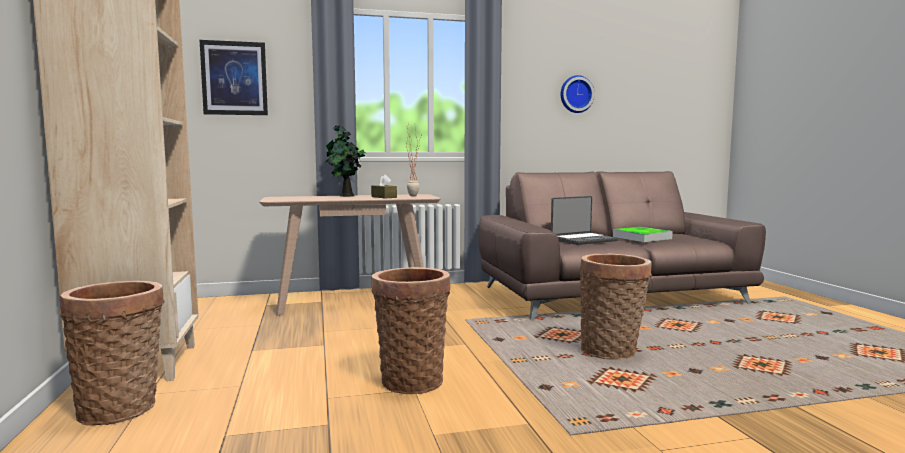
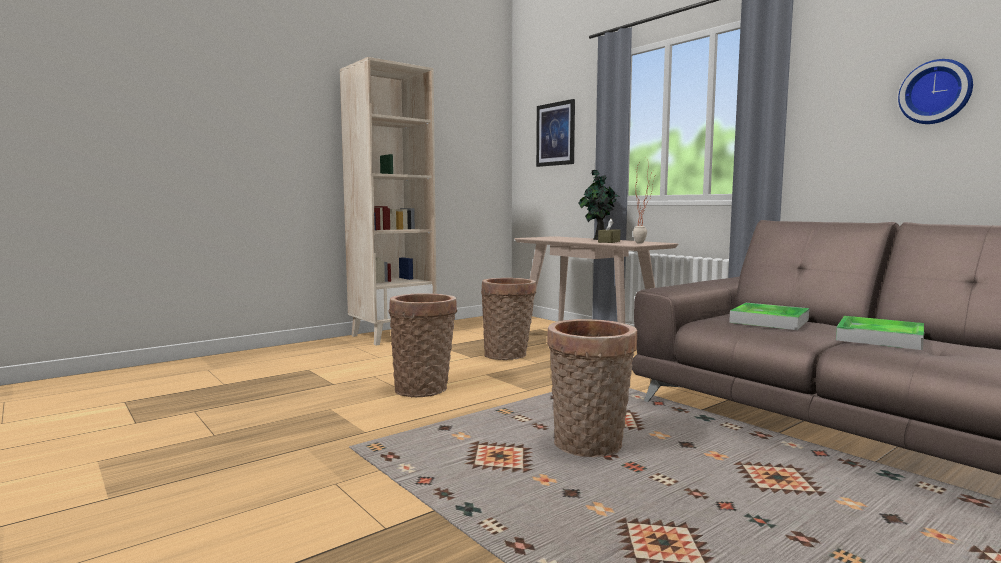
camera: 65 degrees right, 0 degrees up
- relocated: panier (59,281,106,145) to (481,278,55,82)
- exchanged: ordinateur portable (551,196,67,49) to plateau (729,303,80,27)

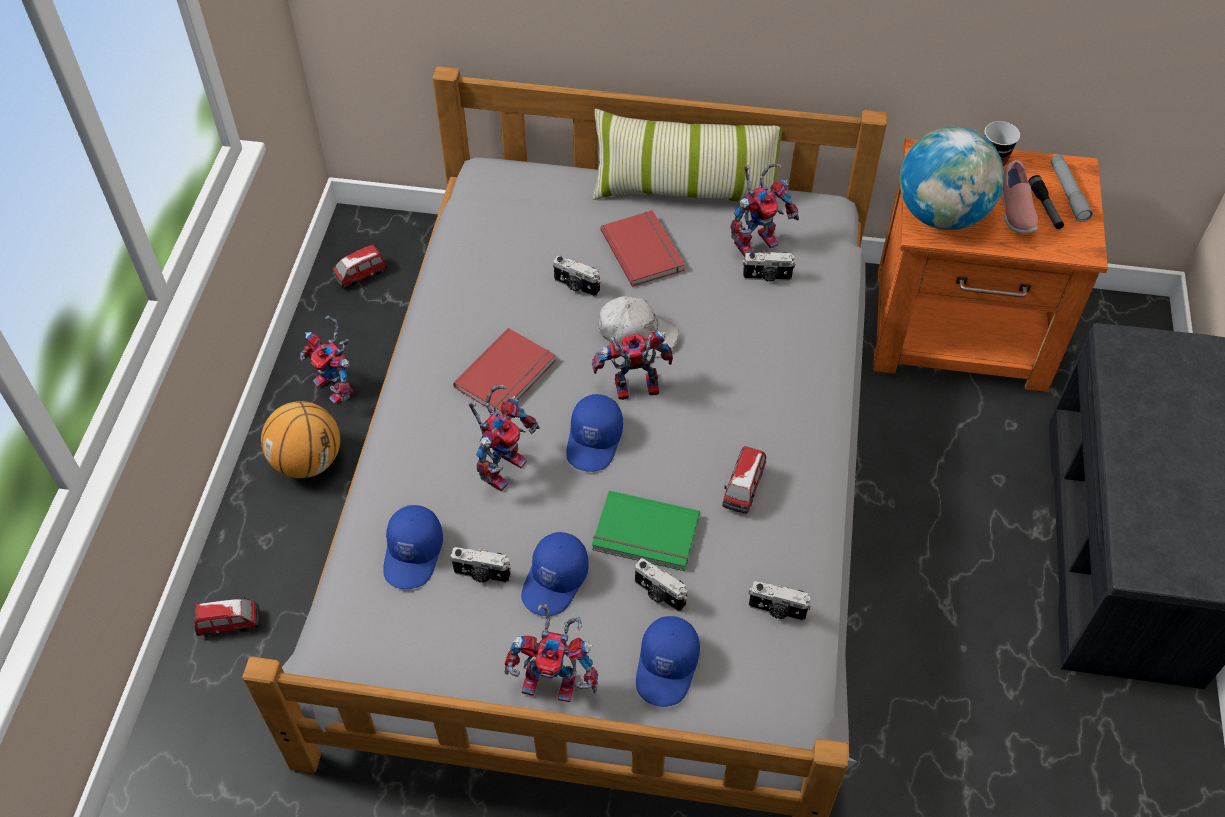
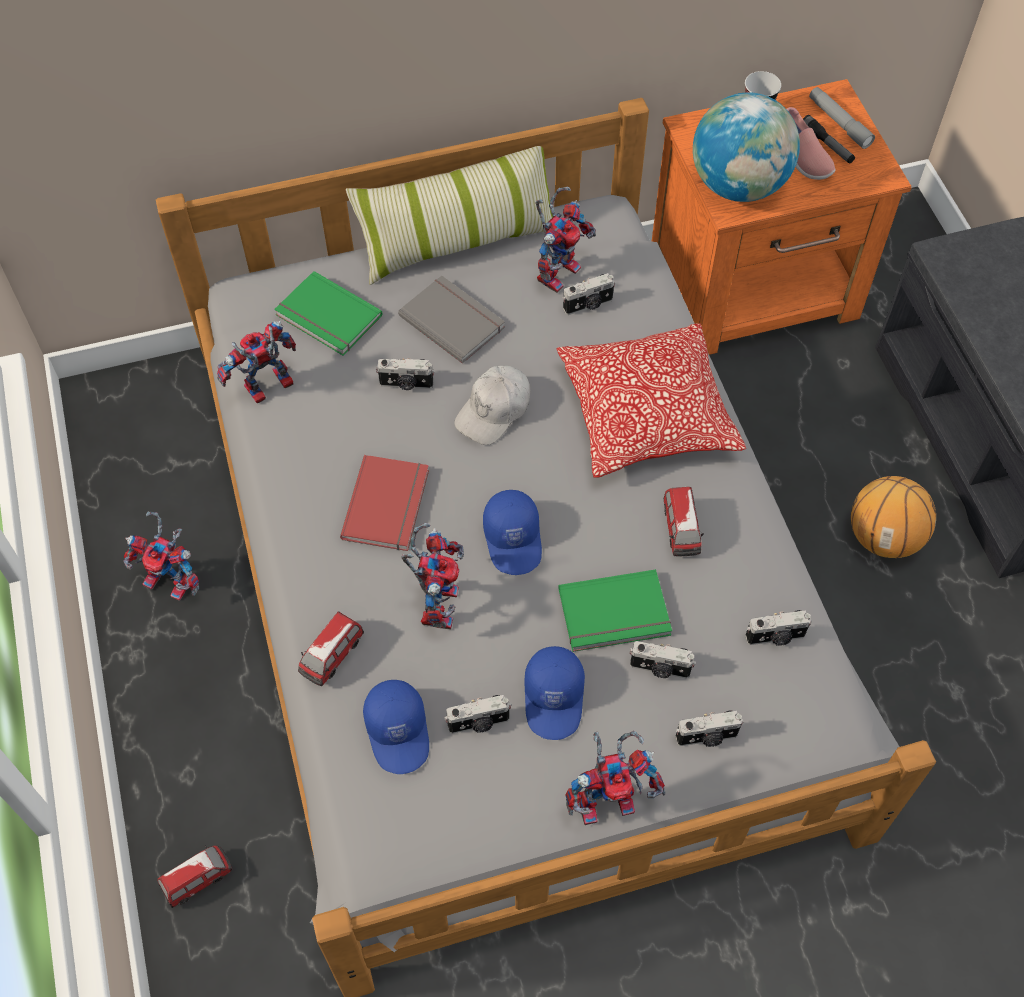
camera: 25 degrees left, 5 degrees up
- relocated: robot jouet (592,331,81,69) to (217,320,79,83)
- appeared: livre (vert) (274,271,108,85)
- relocated: petite voiture (333,245,54,43) to (298,611,66,75)
- colour: livre (rouge) (600,210,85,77) to livre (gris) (398,276,107,88)
- spun: casquette (blanc) (599,296,80,61) = (454,366,76,79) 135 degrees clockwise
- appeared: coussin (556,323,190,155)
- exchanged: casquette (bleu) (636,616,64,91) to appareil photo (676,710,67,37)
- relocated: ballon de basket (261,401,79,77) to (851,476,85,82)

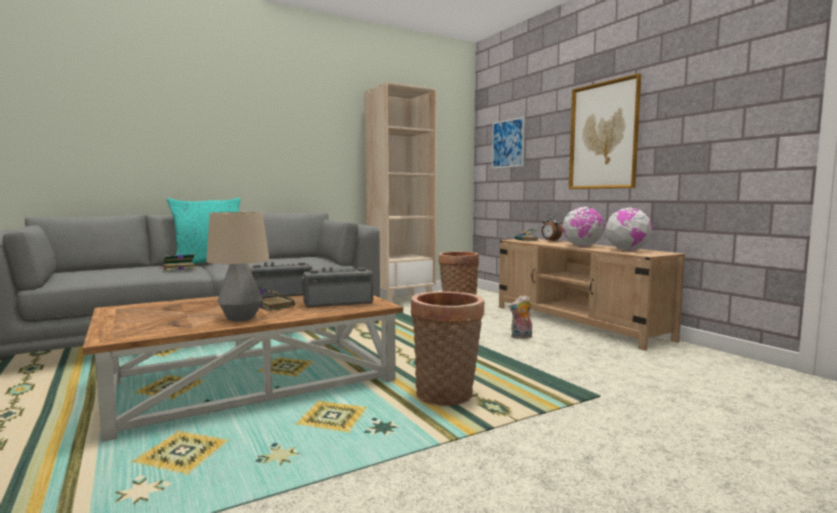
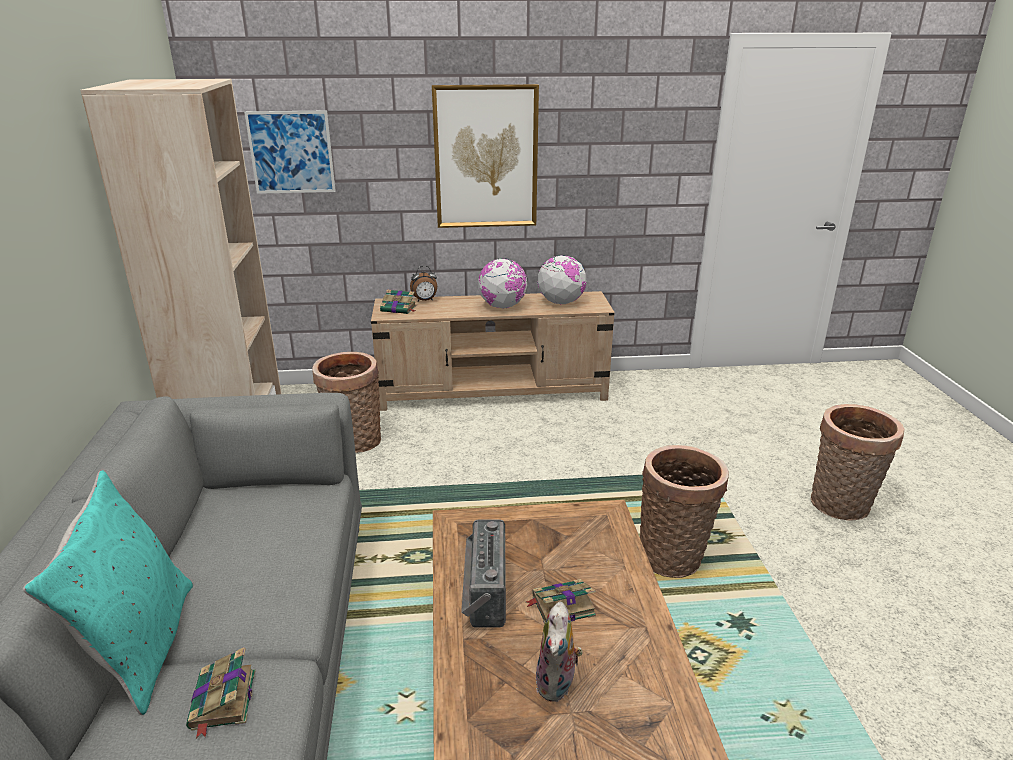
camera: 65 degrees left, 20 degrees up
- relocated: peluche (509,296,23,43) to (536,602,47,100)
- appeared: panier (811,404,93,117)
- missing: lampe de table (206,212,63,110)
- missing: radio (302,267,71,41)

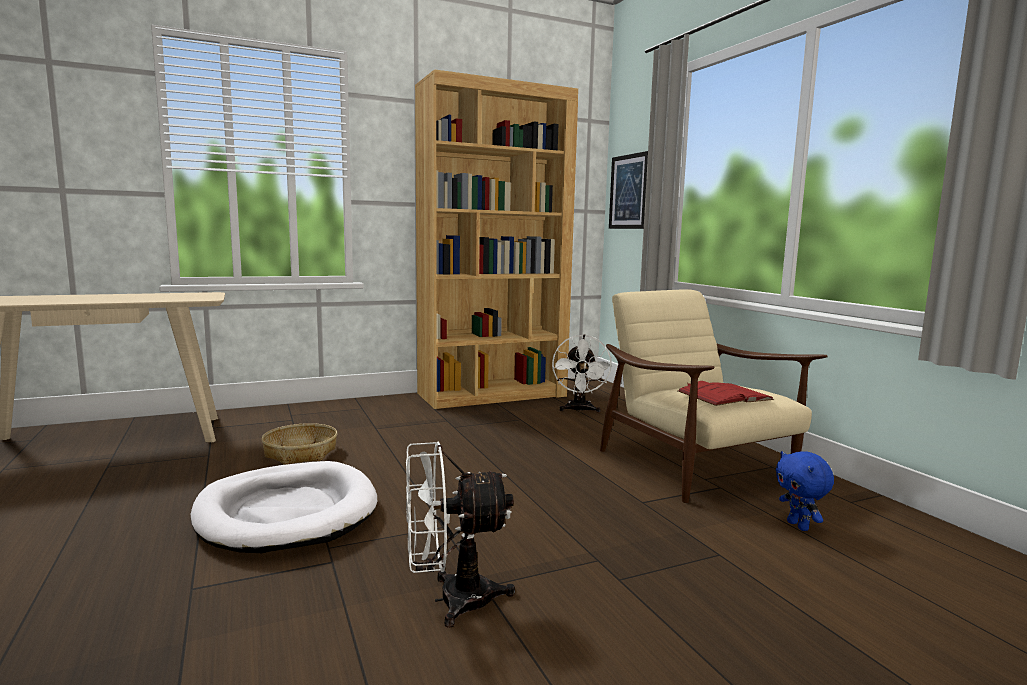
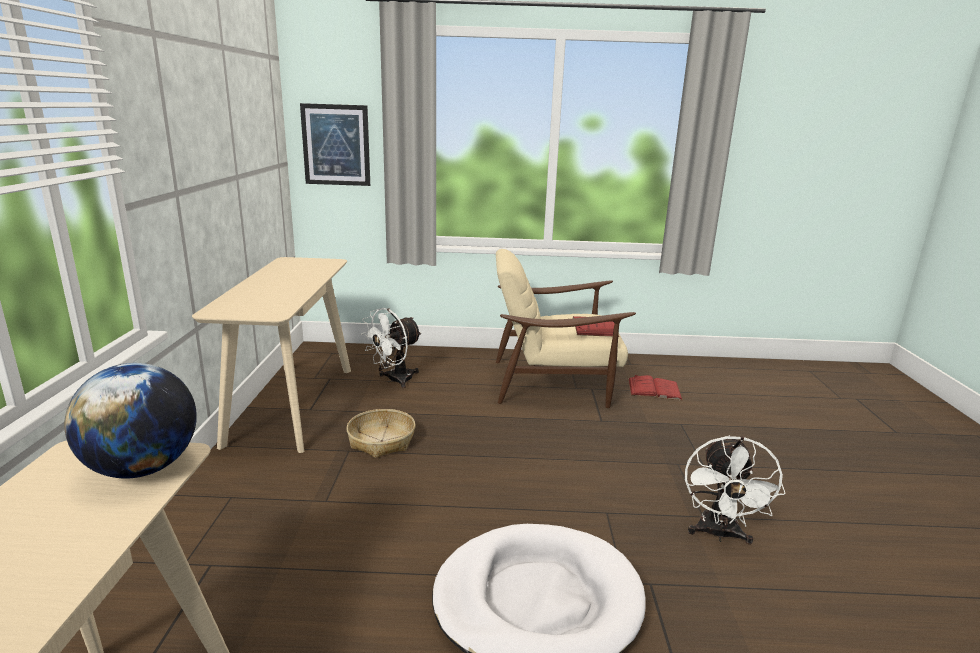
camera: 65 degrees left, 10 degrees up
- appeared: globe (64,363,133,116)
- exchanged: bibliothèque (marron) (415,69,163,340) to table console (beige) (192,257,159,196)
- relocated: panier (262,423,76,42) to (347,409,69,49)
- spun: ventilateur (blanc) (552,334,60,79) = (361,308,61,80) 105 degrees clockwise
- exchanged: peluche (bleu) (776,451,58,80) to livre (rouge) (628,375,55,25)

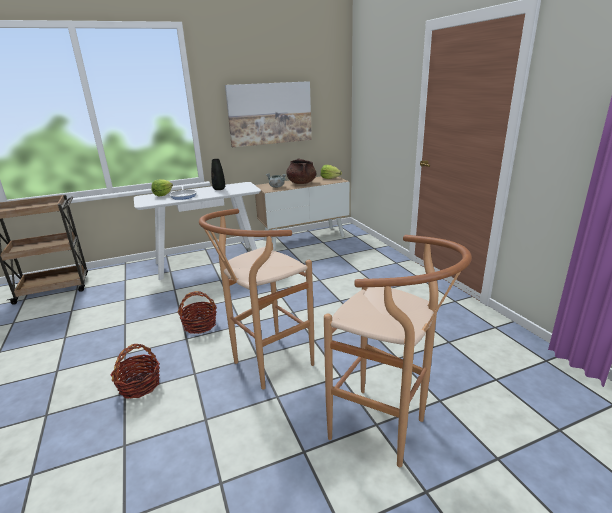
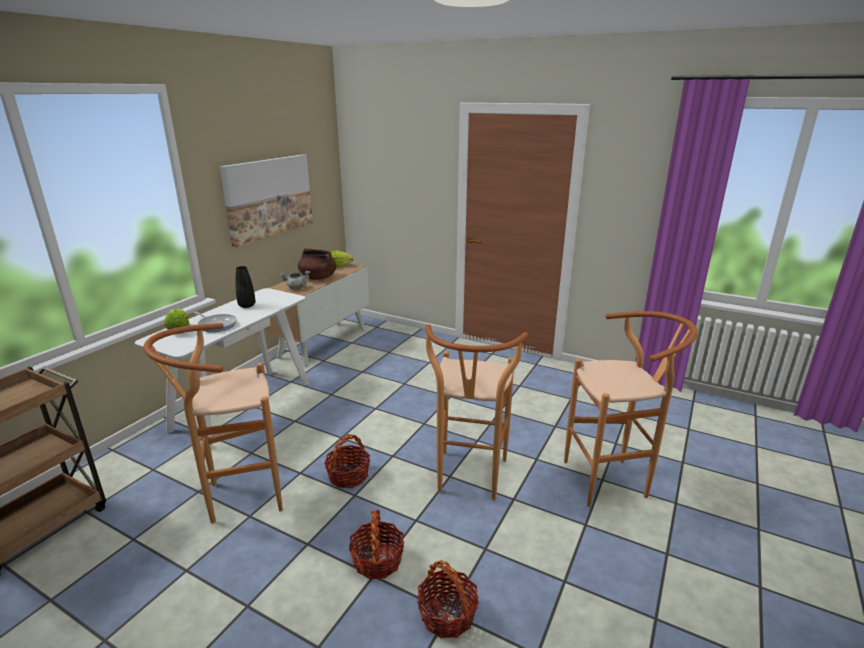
camera: 40 degrees left, 0 degrees up
- appeared: tabouret (marron) (143,323,140,200)
- appeared: panier (417,560,62,78)

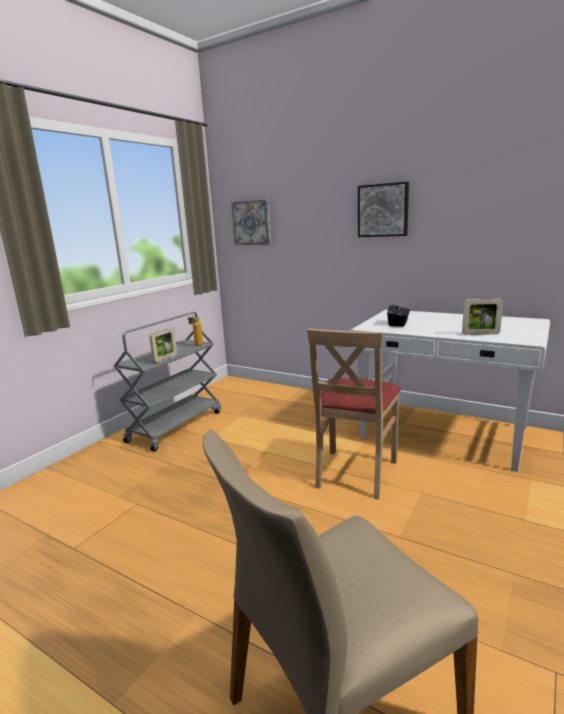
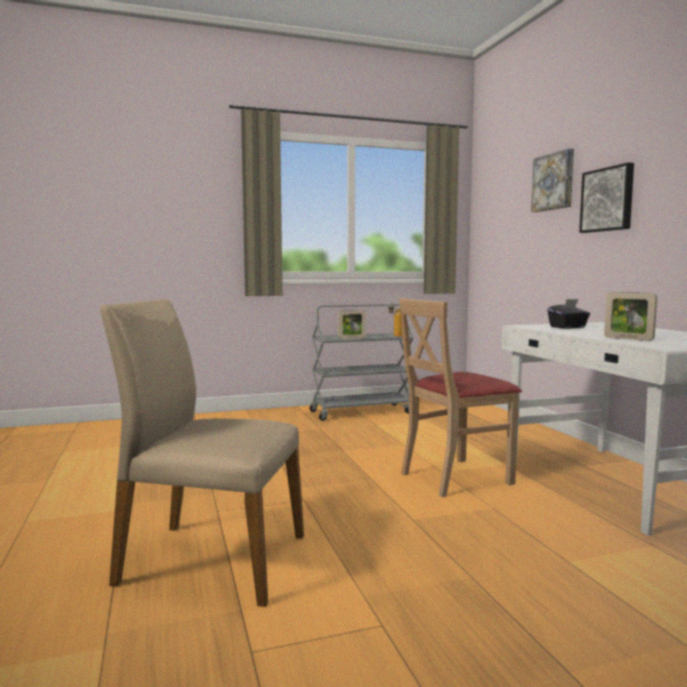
camera: 40 degrees right, 10 degrees down
- relocated: tableau (231,199,40,46) to (531,148,43,64)

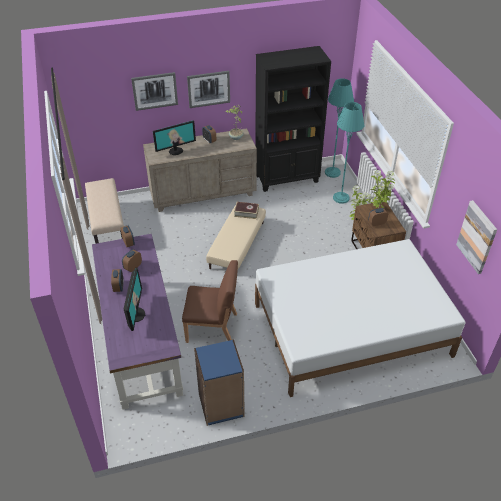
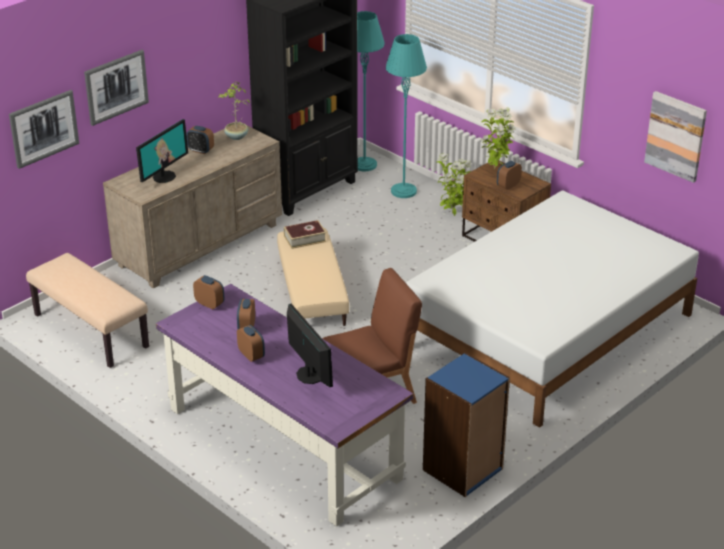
camera: 30 degrees left, 10 degrees down
- relocated: tableau (187,71,43,37) to (9,90,70,79)

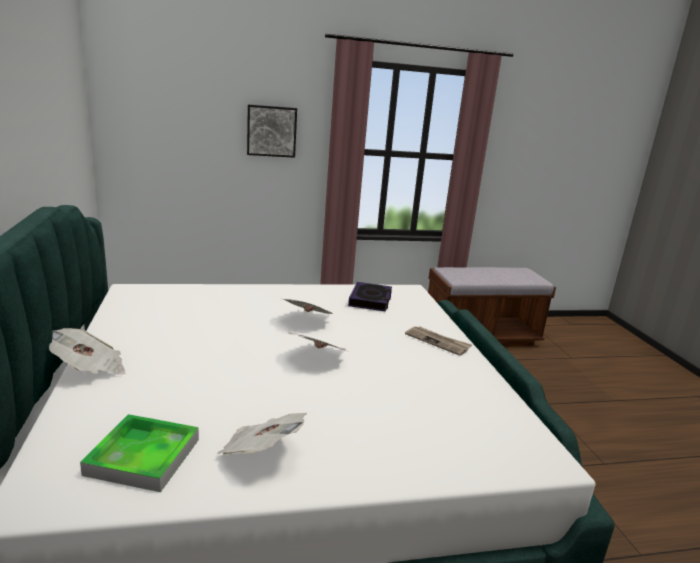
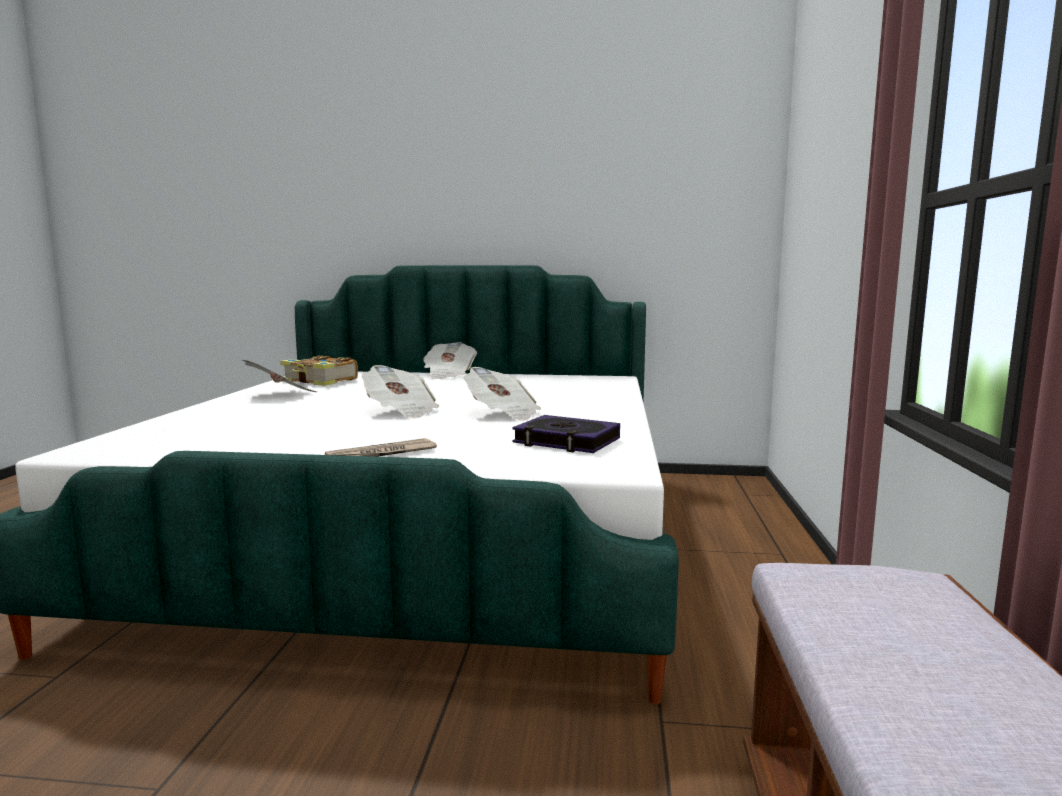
camera: 110 degrees right, 10 degrees down
- exchanged: plateau (80,414,119,78) to livre (280,355,78,31)
- missing: tableau (247,105,50,53)

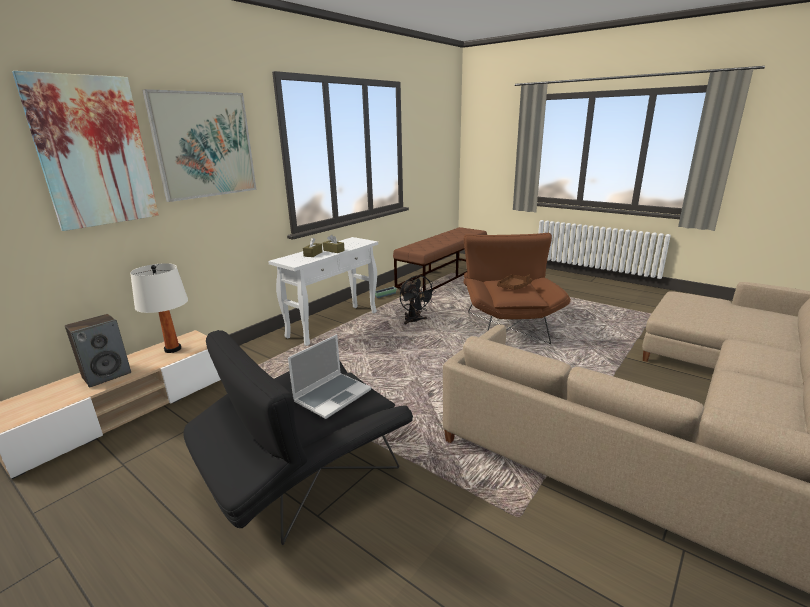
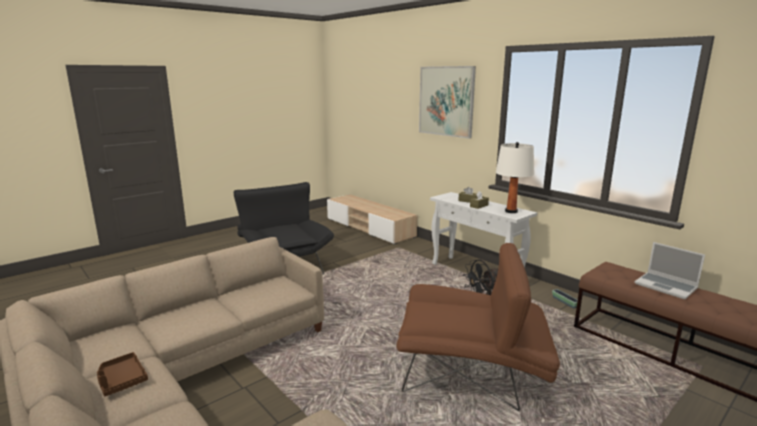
camera: 100 degrees right, 5 degrees down
- relocated: plateau (marron) (497,274,35,16) to (97,352,51,44)
- relocated: lampe de table (blanc) (130,263,58,90) to (496,142,38,71)
- relocated: ordinateur portable (288,334,84,85) to (634,242,71,57)
- missing: tableau (12,71,147,160)
- missing: enceinte (65,314,66,74)

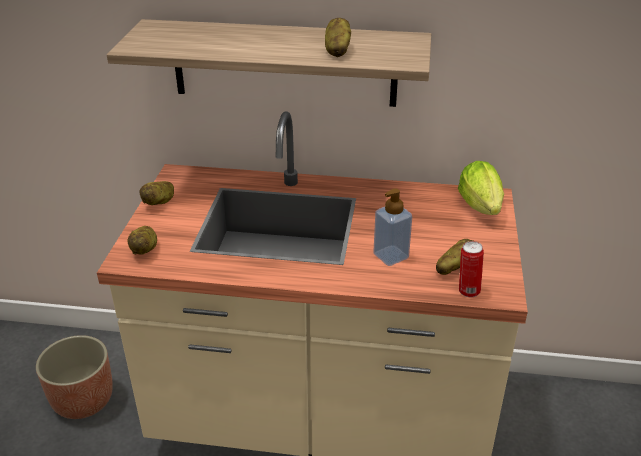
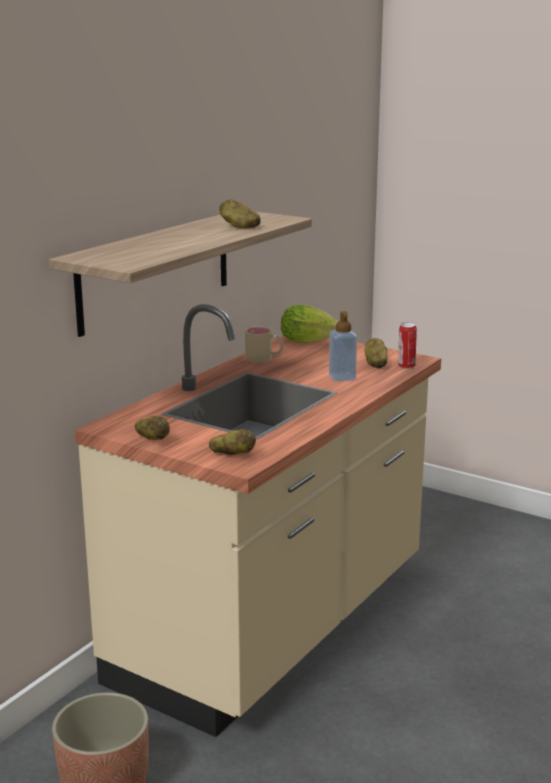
camera: 65 degrees left, 15 degrees down
- appeared: mug (beige) (245,327,39,36)

